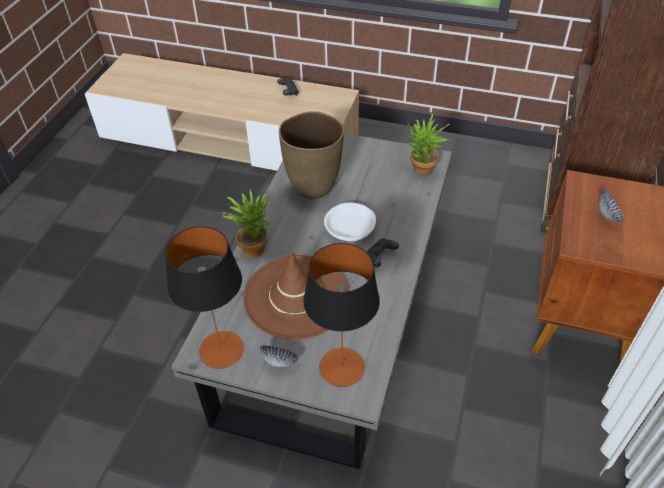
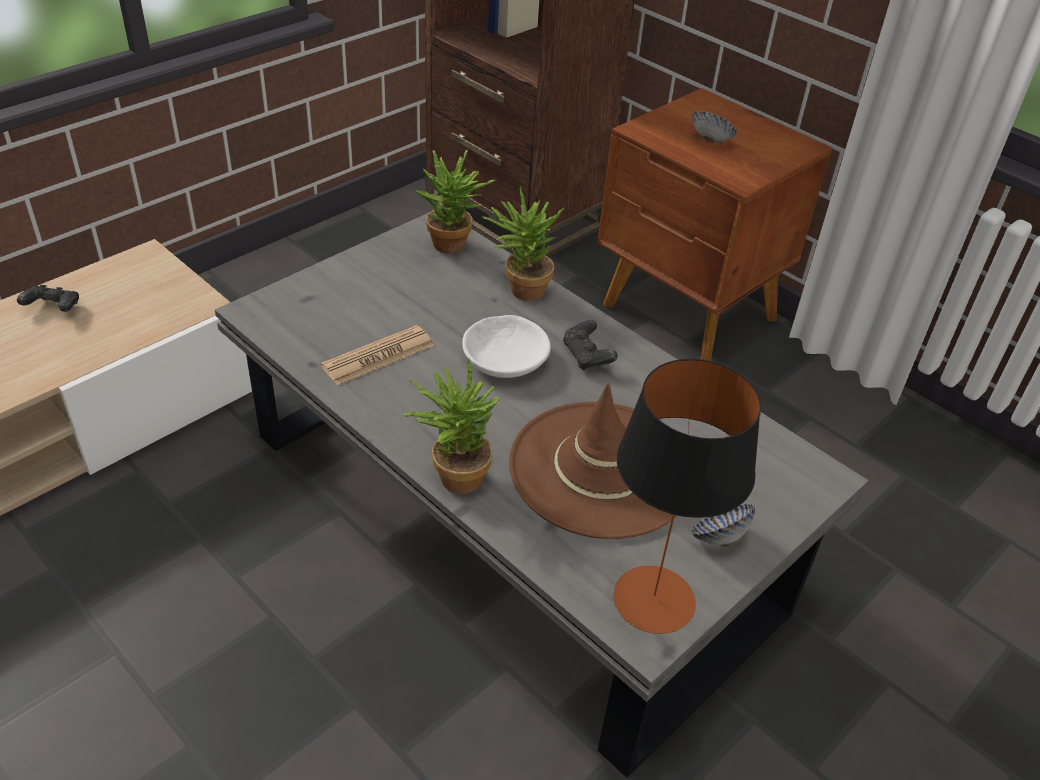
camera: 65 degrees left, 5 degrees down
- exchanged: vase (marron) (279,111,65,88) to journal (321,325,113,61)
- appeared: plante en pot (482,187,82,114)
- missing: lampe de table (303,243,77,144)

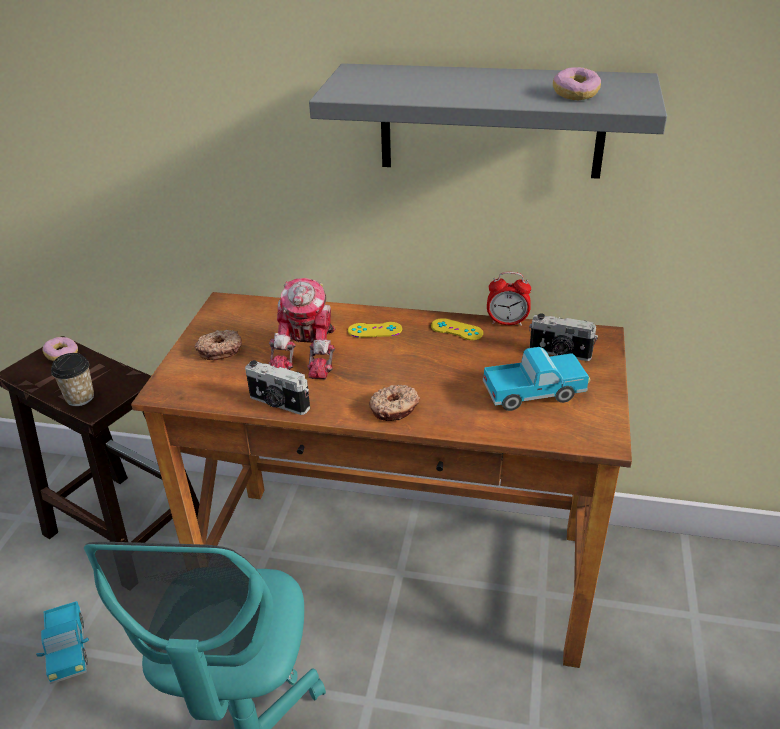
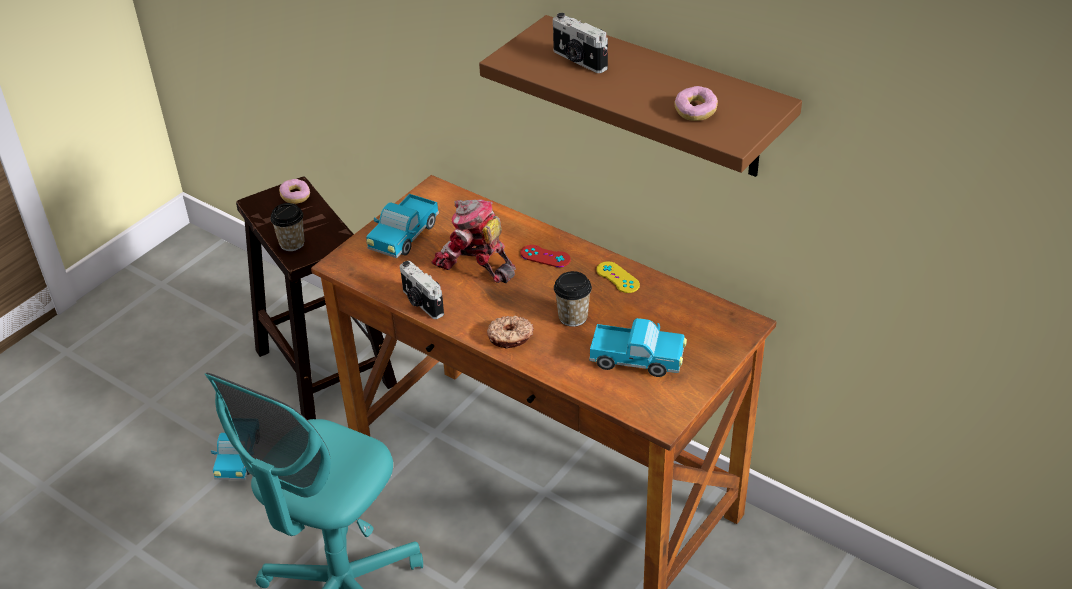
camera: 25 degrees right, 5 degrees up
- exchanged: beignet (195,330,47,30) to camion jouet (366,194,73,64)
- spun: robot jouet (269,278,67,101) = (431,200,85,83) 90 degrees clockwise
- colour: étagère (gris) (309,63,358,116) to étagère (marron) (479,15,323,162)
- colour: manette (jaune) (348,322,54,16) to manette (rouge) (520,245,51,22)
- relocated: appareil photo (529,313,69,48) to (553,13,55,60)
- appeared: tasse (554,271,38,56)
- missing: réveil (487,272,44,54)

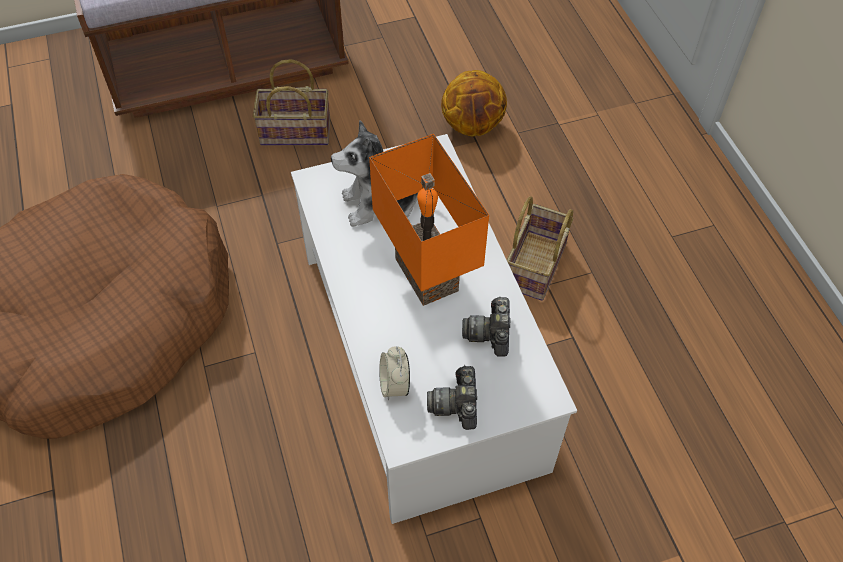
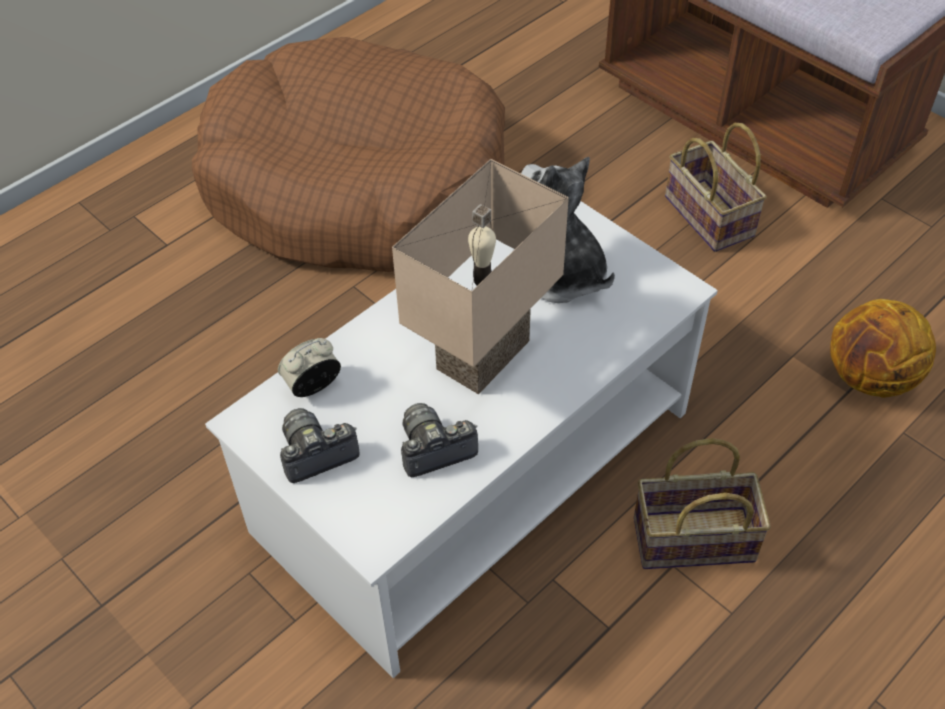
camera: 65 degrees right, 5 degrees down
- colour: lampe de table (orange) (369,134,120,172) to lampe de table (beige) (392,159,177,235)

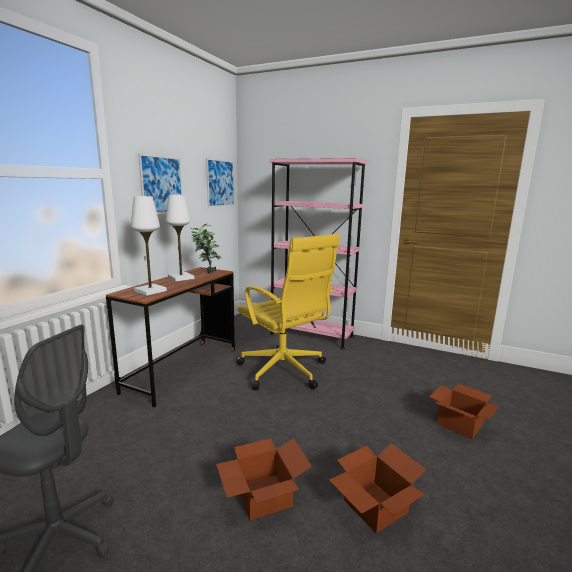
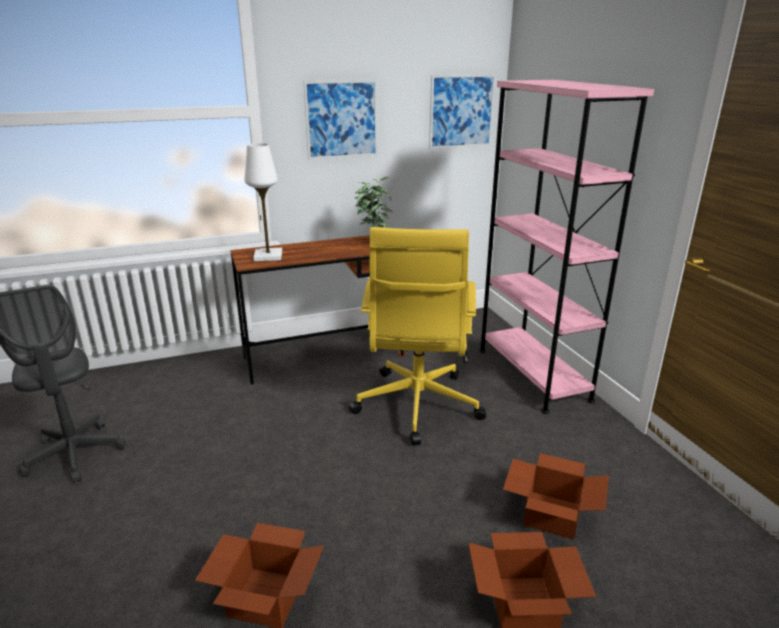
camera: 45 degrees right, 10 degrees up
- relocated: carton (216,438,96,82) to (503,453,106,87)
- missing: lampe de table (blanc) (166,195,28,86)

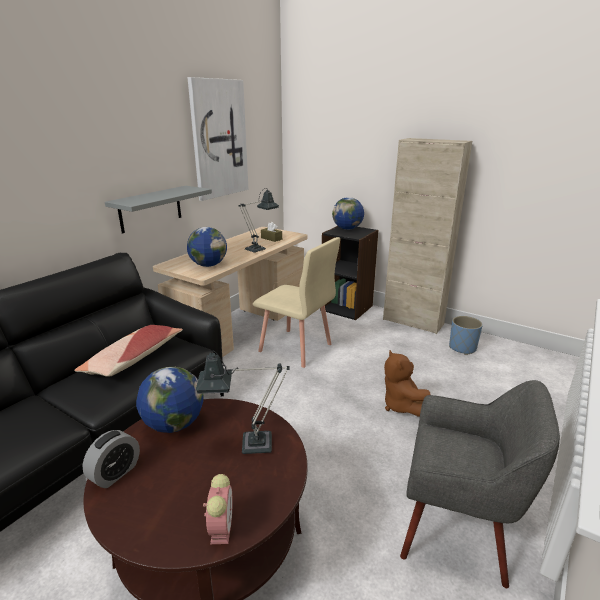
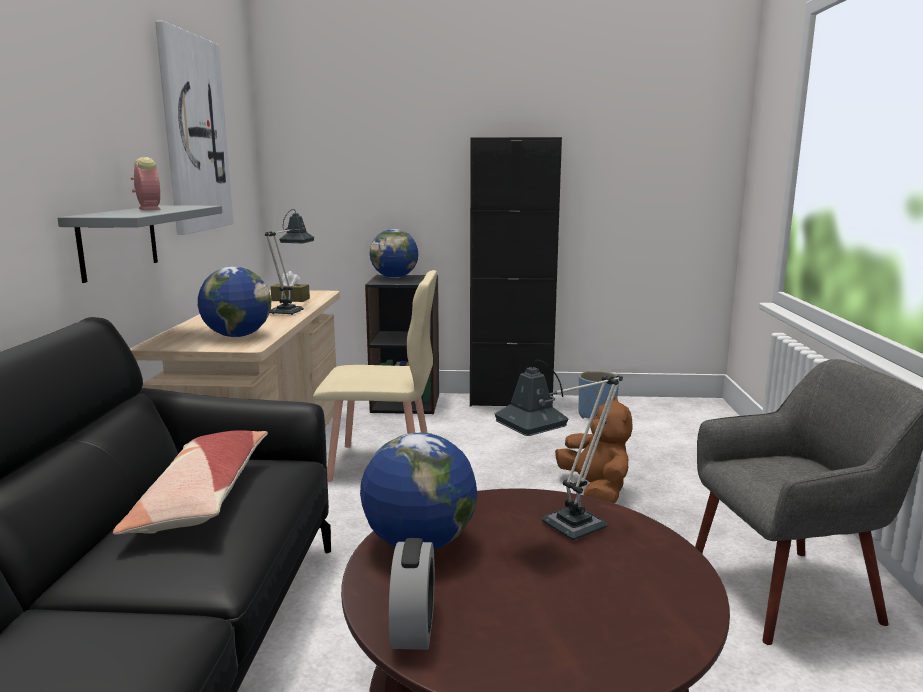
camera: 30 degrees left, 10 degrees down
- relocated: réveil (203,474,30,70) to (131,157,30,53)
- colour: meuble de rangement (beige) (383,138,89,196) to meuble de rangement (noir) (470,137,92,270)
- spun: peluche (marron) (384,350,46,67) = (555,396,78,107) 150 degrees counterclockwise

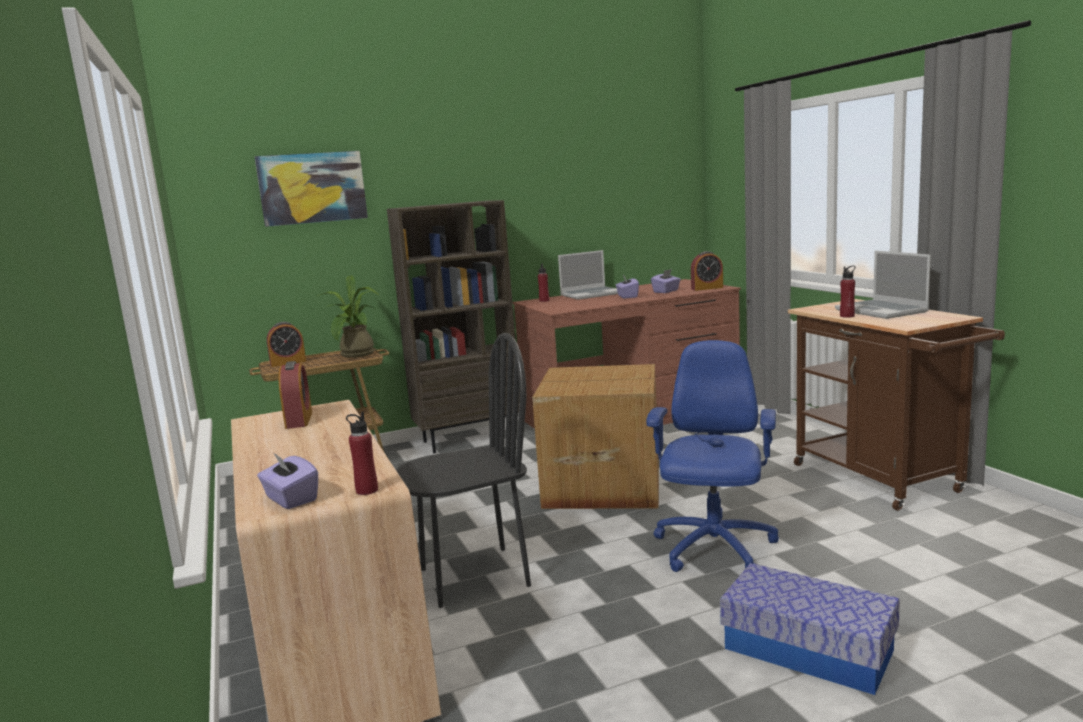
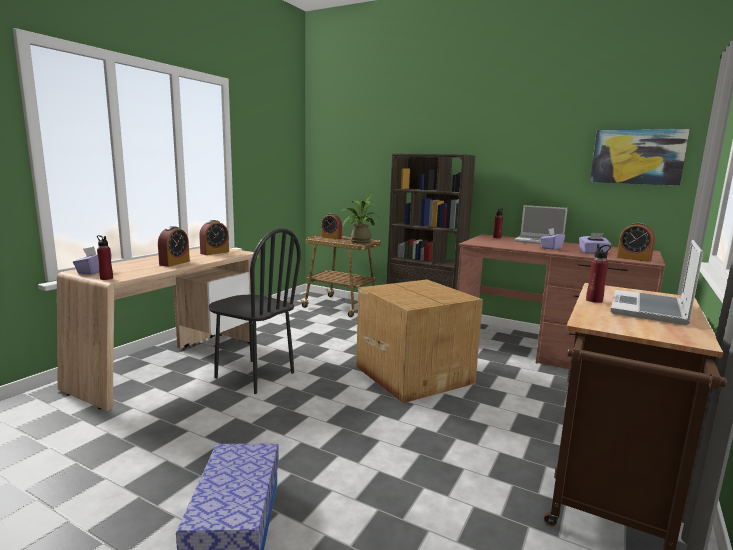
camera: 50 degrees right, 0 degrees up
- appeared: réveil (158,226,32,41)
- relocated: tableau (254,151,114,76) to (590,129,100,57)
- missing: chaise de bureau (bleu) (646,340,133,232)

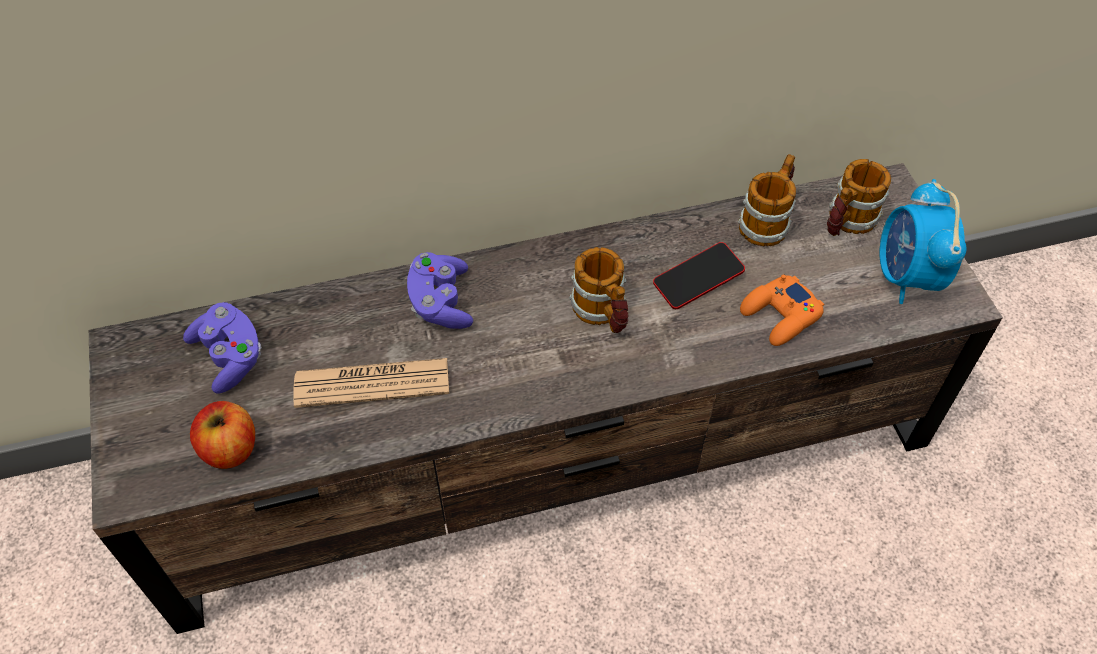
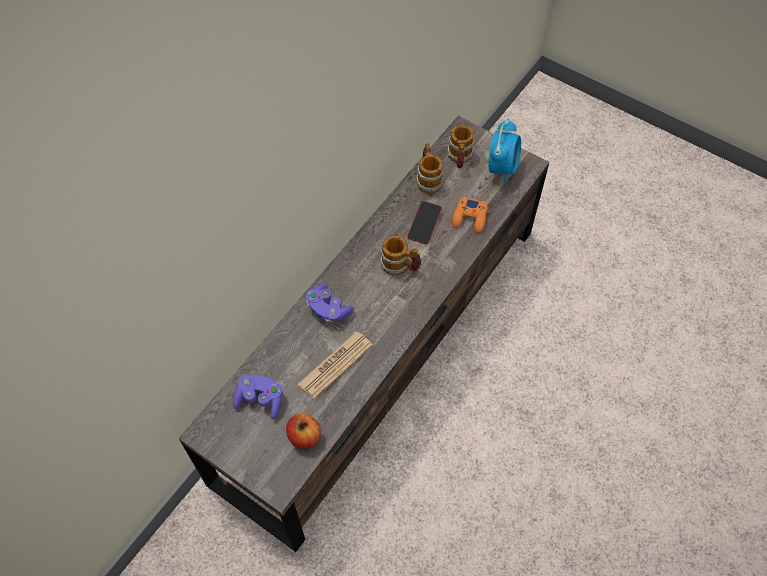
camera: 40 degrees left, 5 degrees up
- spun: réveil (880,179,86,125) = (488,119,33,65) 120 degrees counterclockwise

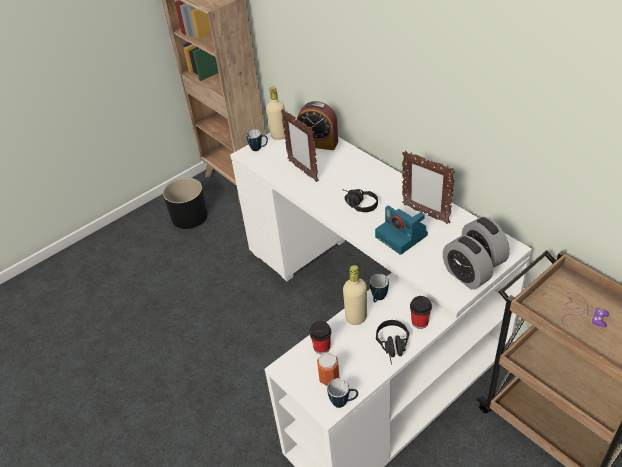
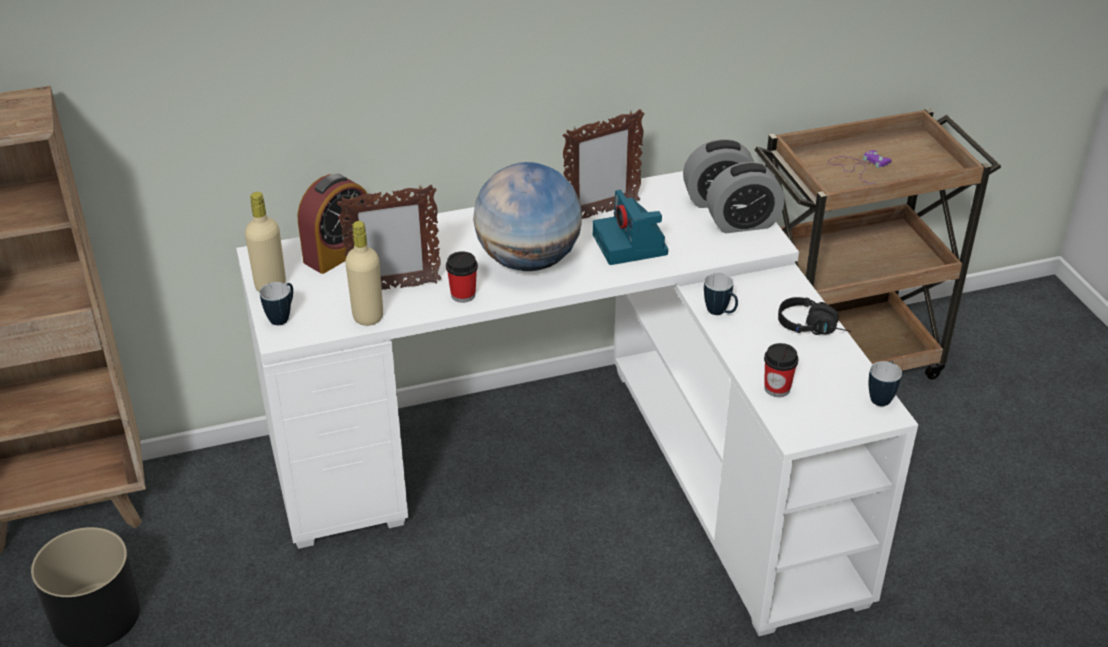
camera: 70 degrees left, 5 degrees down
- relocated: bouteille (beige) (343,265,24,60) to (345,221,38,105)
- relocated: tasse (410,296,22,33) to (446,251,32,52)
- exchanged: casque audio (noir) (342,189,36,23) to globe (473,162,109,109)
- spun: appareil photo (375,206,53,49) = (593,190,75,75) 90 degrees clockwise
- missing: boîte métallique (317,352,22,34)

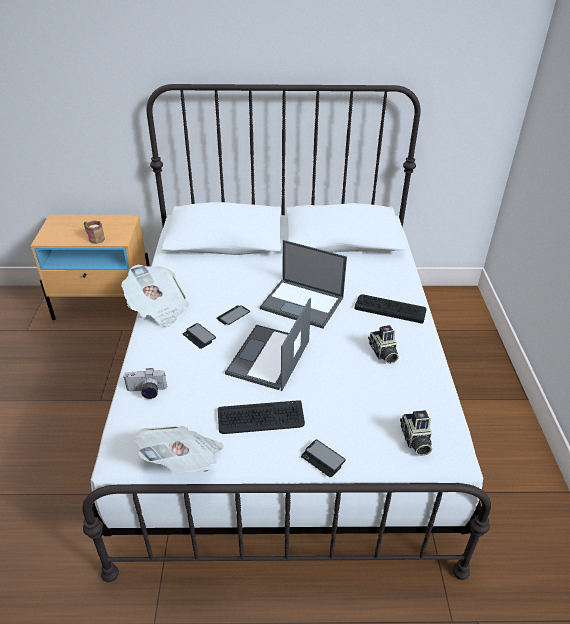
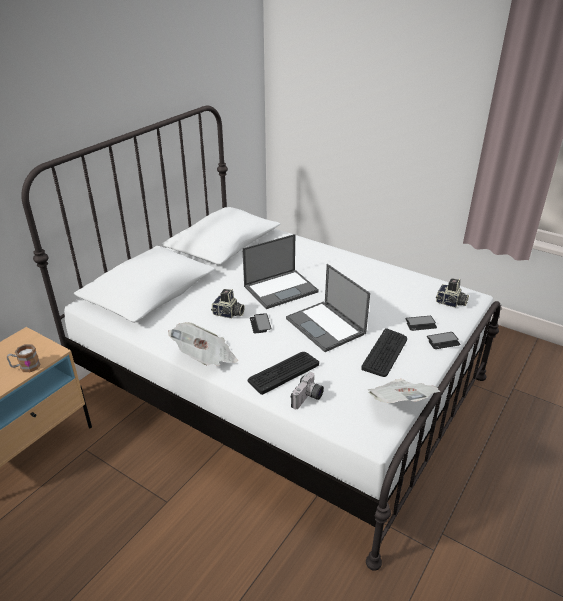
camera: 55 degrees left, 5 degrees down
- relocated: appareil photo (368,325,31,39) to (211,289,34,30)
- relocated: clavier (354,294,73,29) to (248,352,71,43)
- relocated: téléphone (183,323,33,26) to (406,316,31,15)

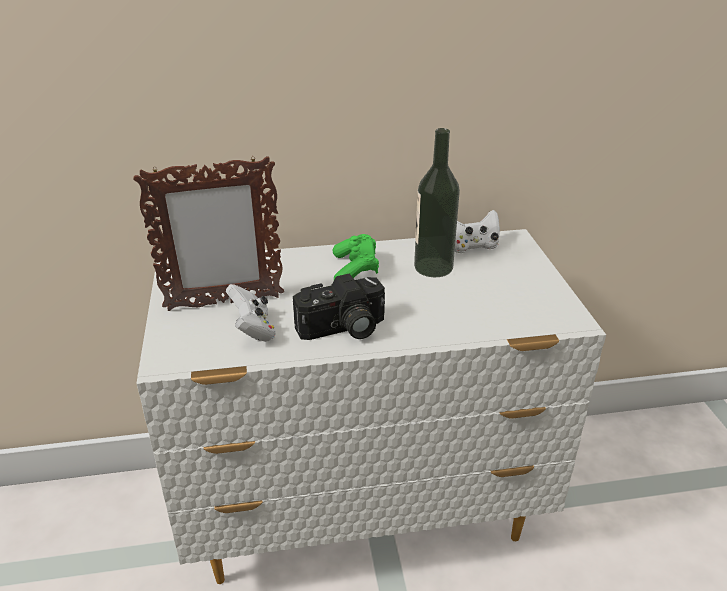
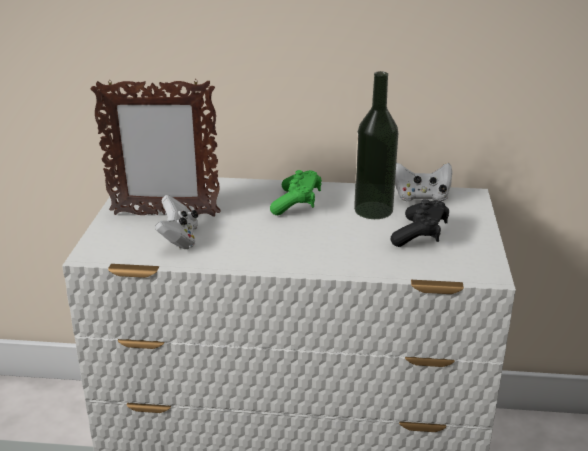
camera: 15 degrees right, 5 degrees down
- appeared: manette (noir) (391,199,58,48)
- missing: appareil photo (293,274,92,66)

